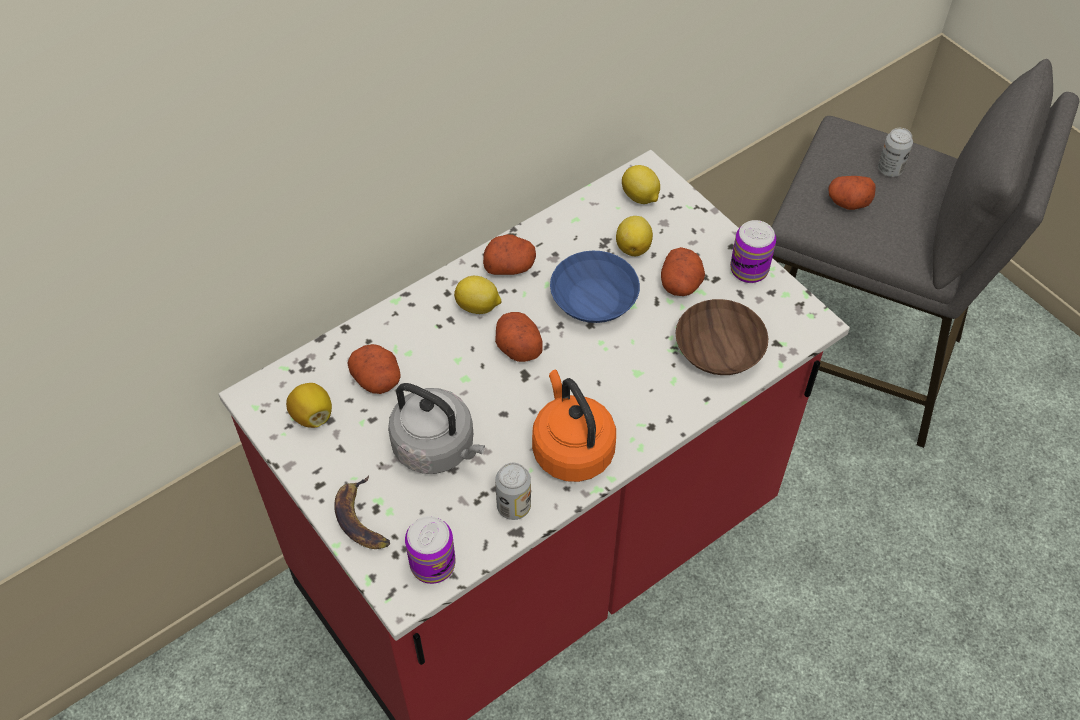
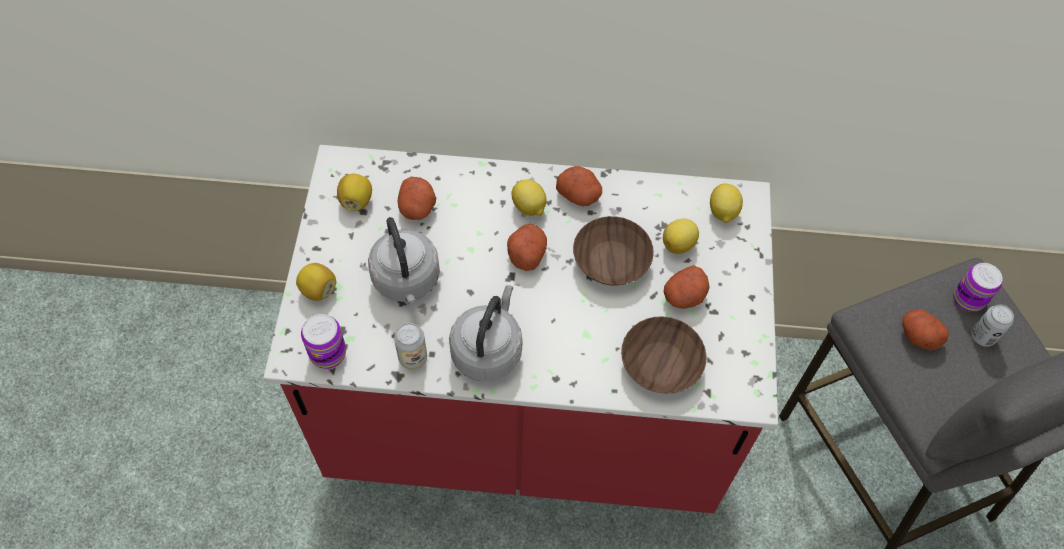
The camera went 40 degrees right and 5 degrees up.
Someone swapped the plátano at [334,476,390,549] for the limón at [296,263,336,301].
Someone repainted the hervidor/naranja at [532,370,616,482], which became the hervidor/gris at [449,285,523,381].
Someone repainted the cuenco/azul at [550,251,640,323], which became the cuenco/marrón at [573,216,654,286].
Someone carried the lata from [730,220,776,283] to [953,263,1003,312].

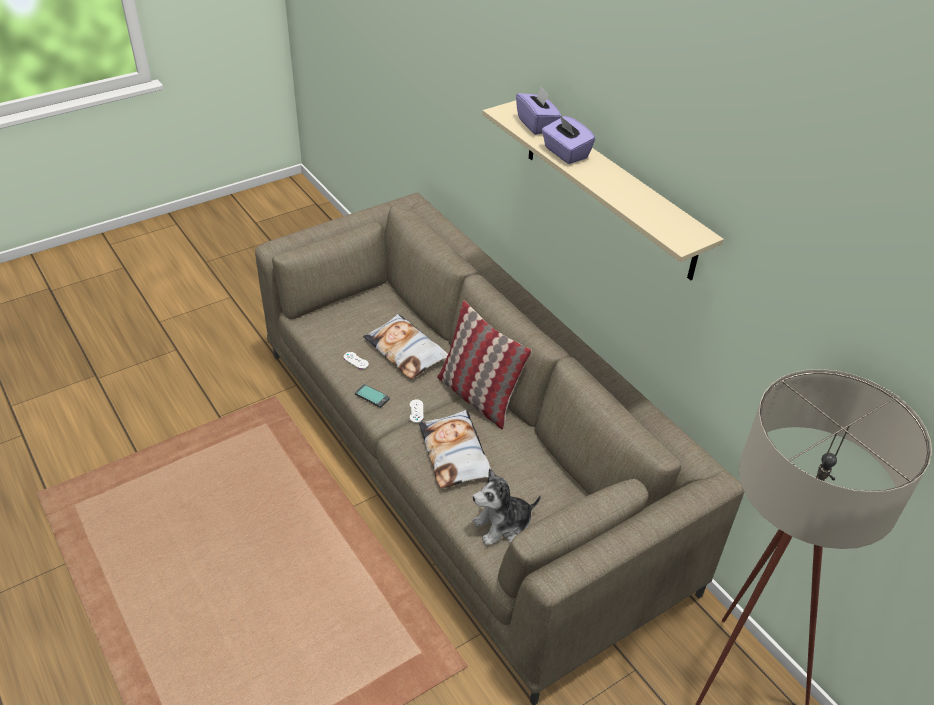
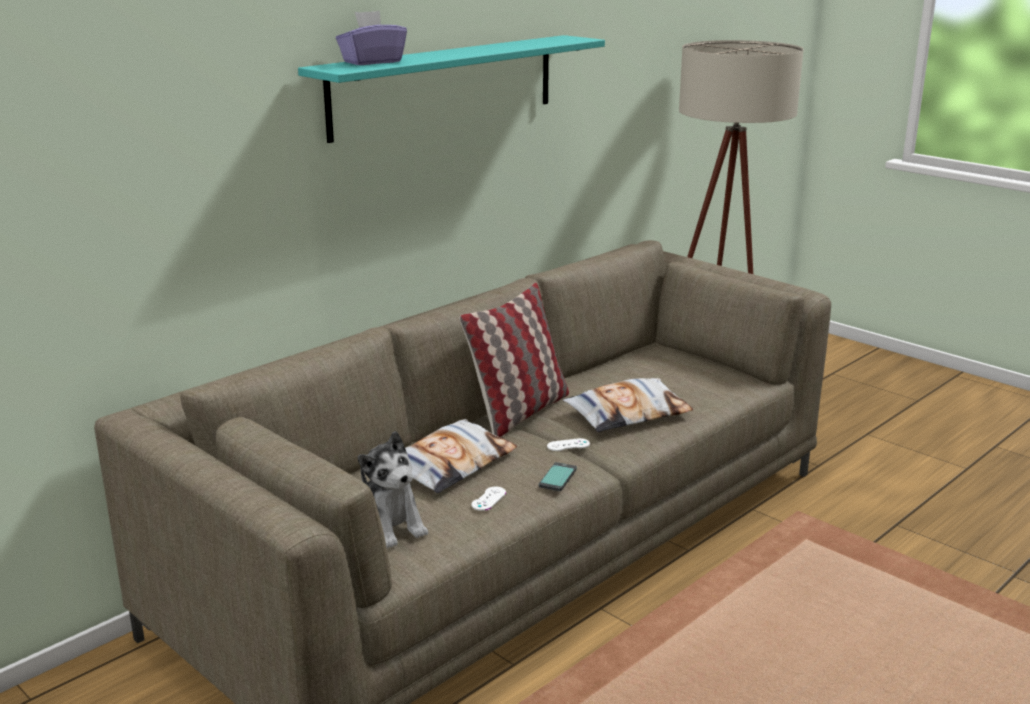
The camera went 100 degrees left and 20 degrees down.
Someone repainted the estante/beis at [483,100,724,280], which became the estante/turquesa at [298,35,605,143].
Someone carried the peluche from [473,468,541,546] to [358,431,428,549].
Someone took away the caja de pañuelos/morado at [542,116,595,164].

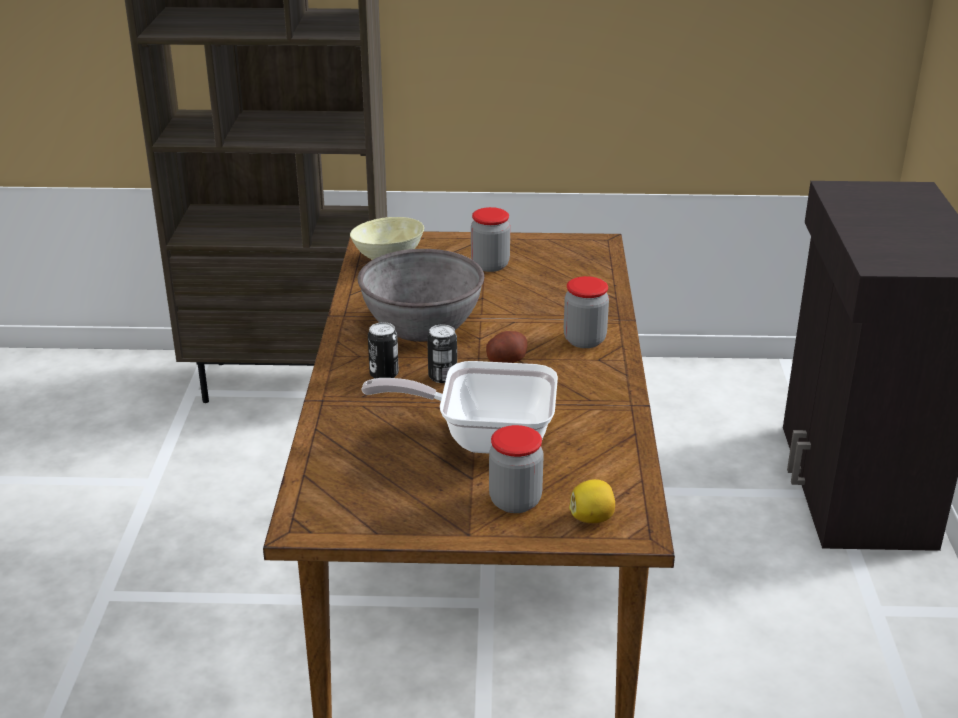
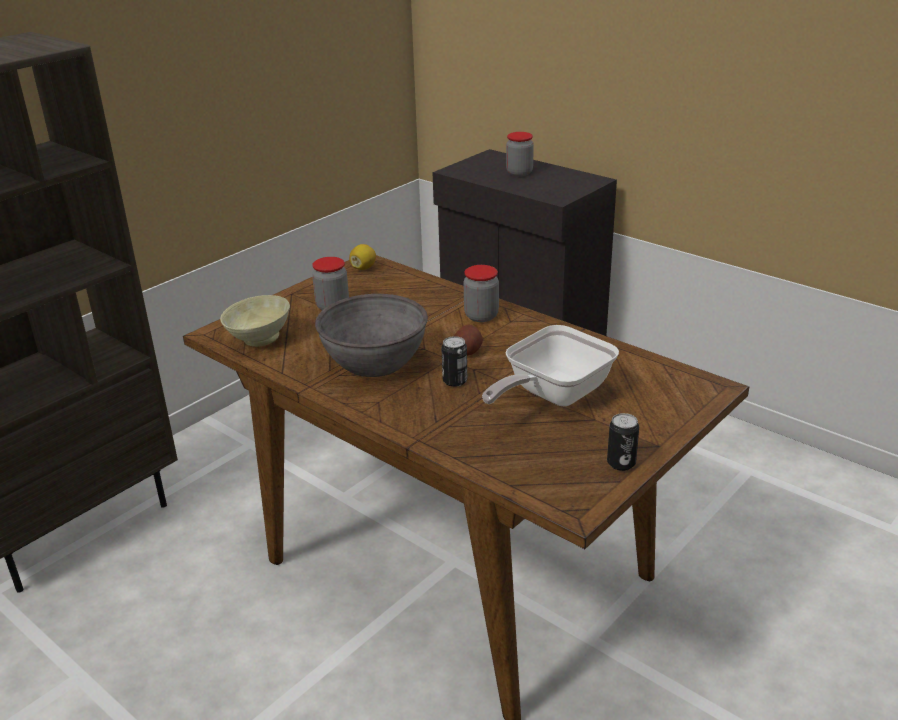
The camera went 50 degrees left and 0 degrees up.
Someone carried the limón from [569,479,615,523] to [349,244,376,270].
Someone carried the tarro from [489,425,544,513] to [506,132,534,176].
Someone carried the lata from [368,322,399,379] to [607,413,639,471].

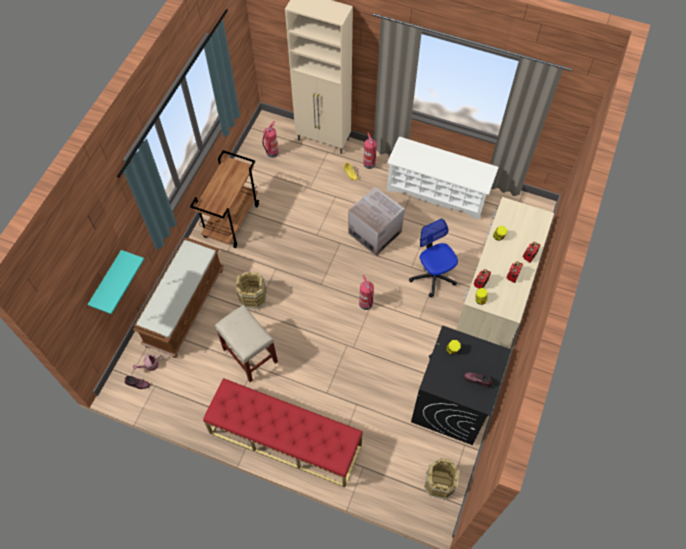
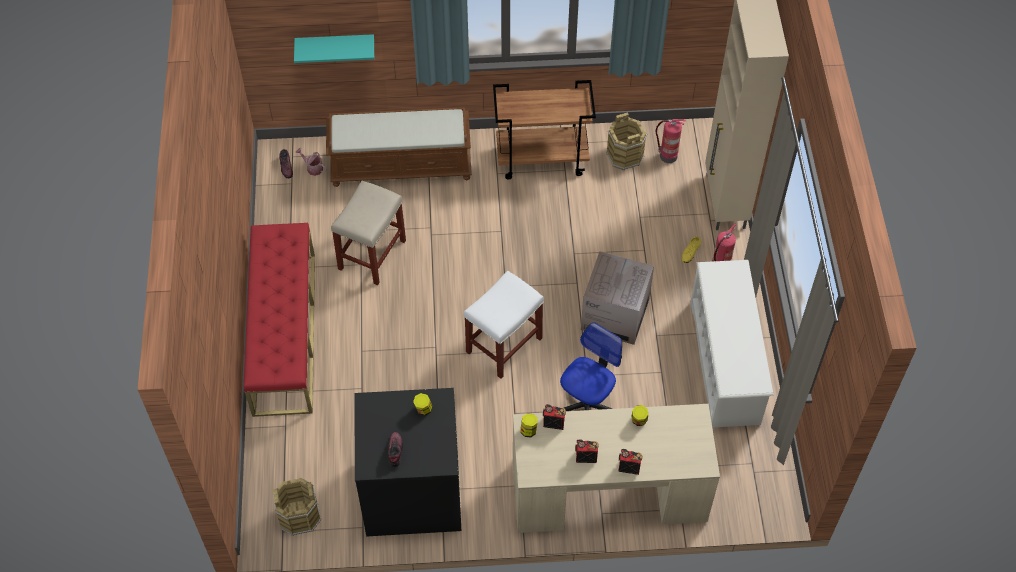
The camera went 65 degrees right and 5 degrees down.
Someone swapped the extintor at [359,275,374,310] for the taburete/blanco at [464,271,544,379].
Someone carried the cubo/marrón from [236,272,267,309] to [606,112,647,171].

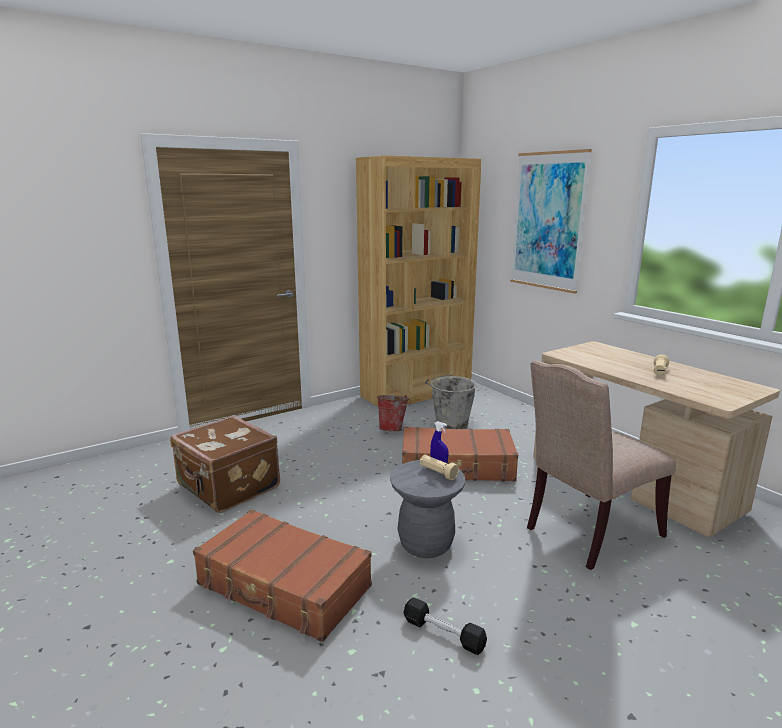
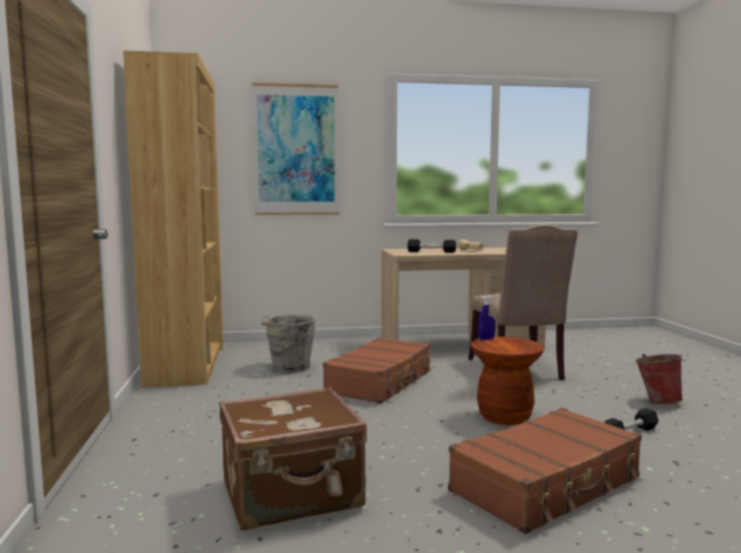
The camera went 65 degrees left and 10 degrees down.
Someone put down the mancuerna/negro at [407,239,456,253].
Someone repainted the taburete/gris at [390,460,465,558], which became the taburete/marrón at [471,337,545,425].
Someone carried the cubo from [377,395,410,432] to [635,354,686,404].
Someone took away the linterna/beis at [420,455,459,480].

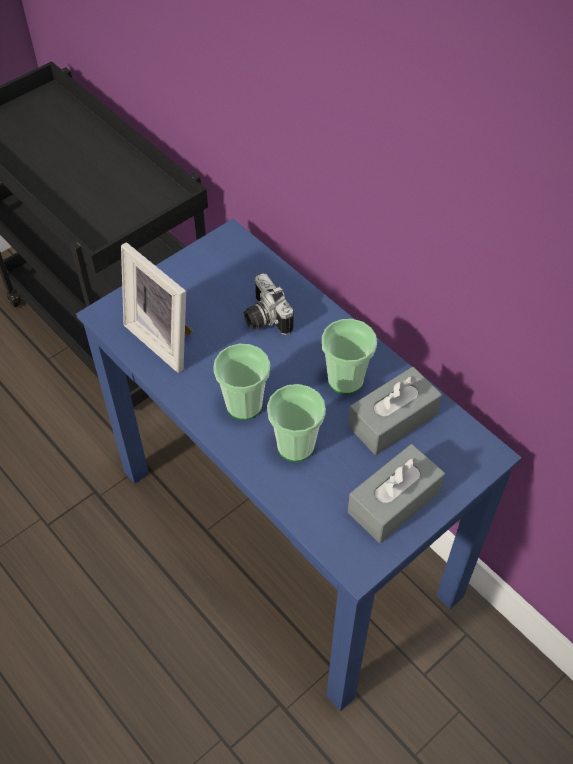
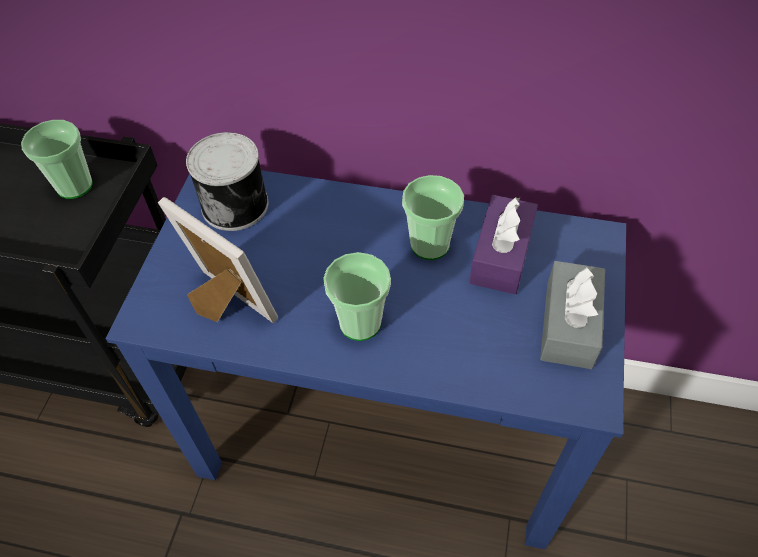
The camera went 35 degrees left and 0 degrees up.
Someone carried the taza from [267,384,326,462] to [21,120,93,199].
Someone rotated the portarretratos at [121,242,192,373] by 150 degrees counterclockwise.
Someone put down the lata at [186,132,268,231].
Someone repainted the caja de pañuelos/gris at [348,367,442,455], which became the caja de pañuelos/morado at [469,195,538,295].
Someone took away the cámara at [243,273,294,335].

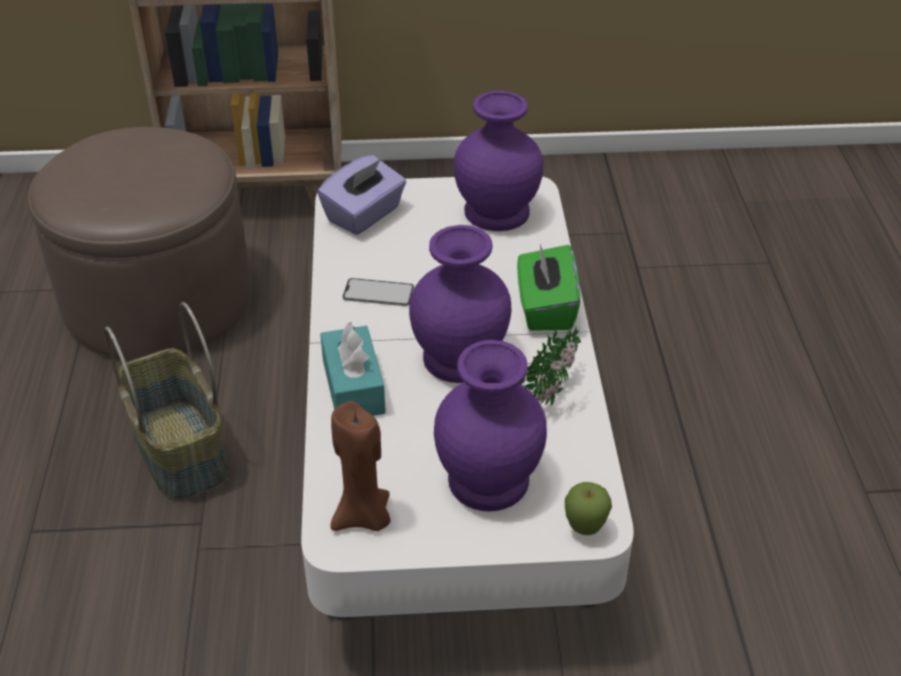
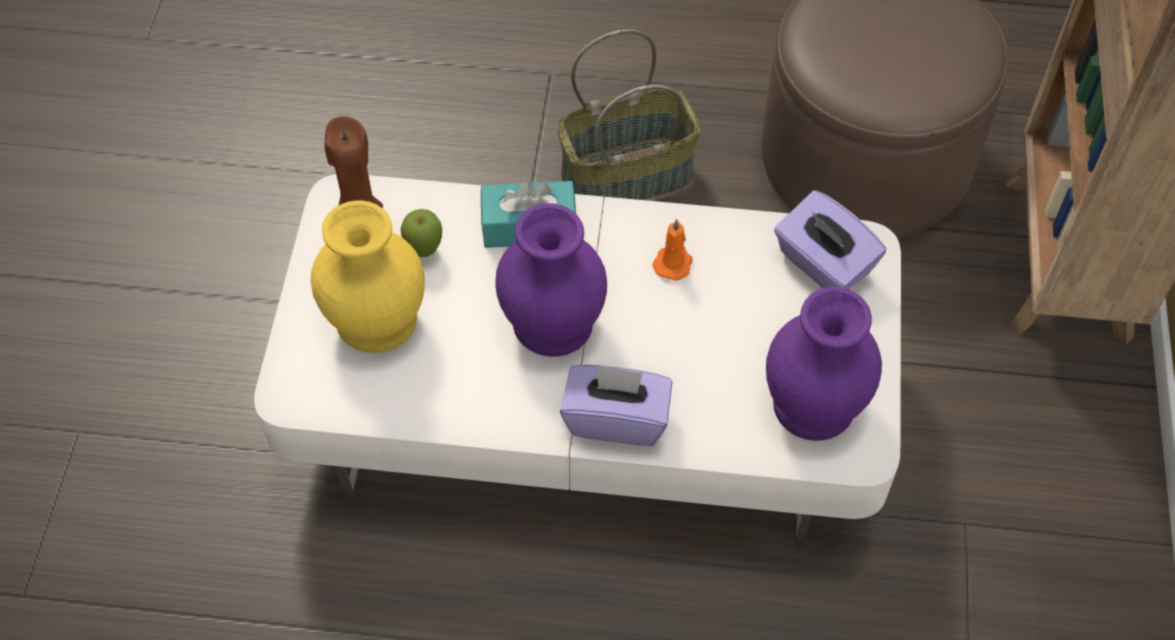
The camera went 100 degrees right and 15 degrees up.
Someone repainted the florero/morado at [434,340,547,511], which became the florero/amarillo at [311,201,425,353].
Someone carried the manzana from [565,482,612,535] to [400,209,442,257].
Someone repainted the caja de pañuelos/verde at [517,244,580,331], which became the caja de pañuelos/morado at [560,364,672,446].
Someone swapped the móvil at [343,278,414,306] for the vela/naranja at [652,219,693,281].
Someone took away the planta en maceta at [520,325,581,405].

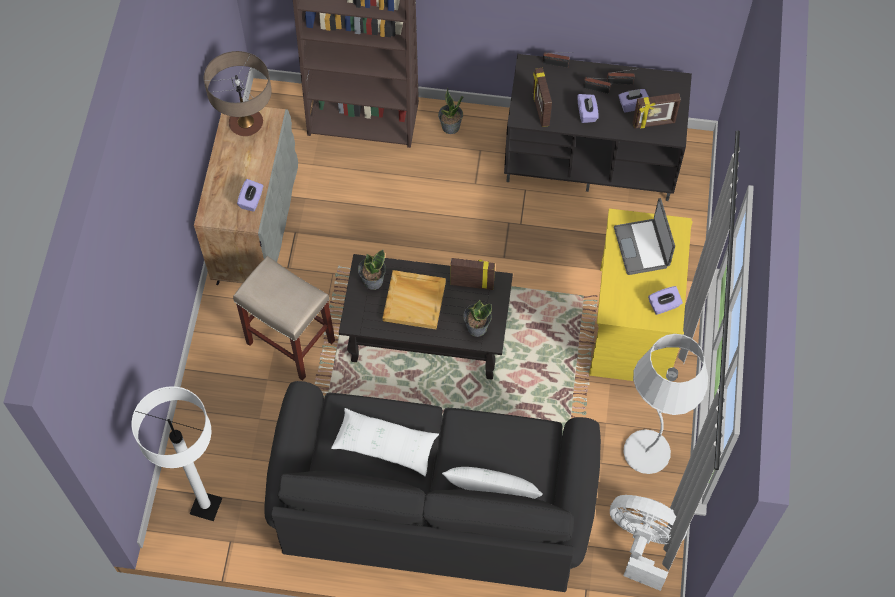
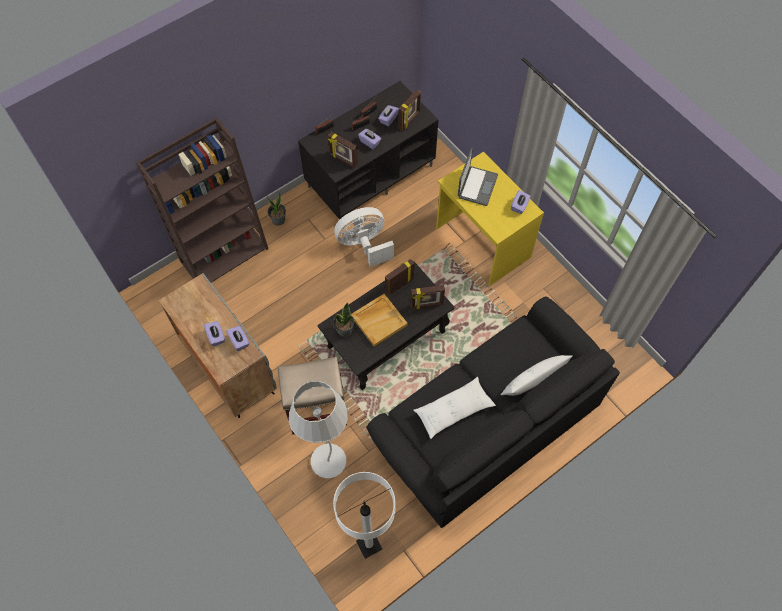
The camera went 45 degrees left and 0 degrees up.
Someone put down the caja de pañuelos/morado at [204,321,225,346].
Someone carried the lámpara de pie/blanco from [623,334,708,474] to [289,381,347,478].
Someone carried the ventilador/blanco from [610,495,687,591] to [334,207,394,267].
Someone swapped the planta en maceta at [463,300,492,337] for the portarretratos at [411,285,445,309].
Someone rotated the portátil at [614,198,675,275] by 105 degrees counterclockwise.
Someone took away the lámpara de mesa at [204,51,272,136].

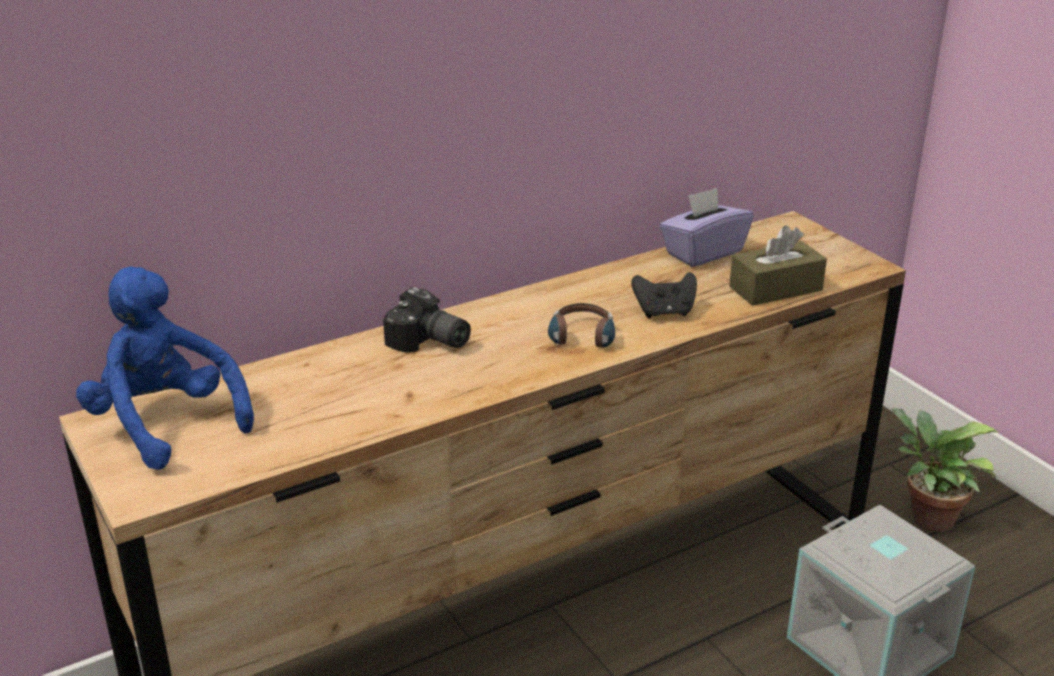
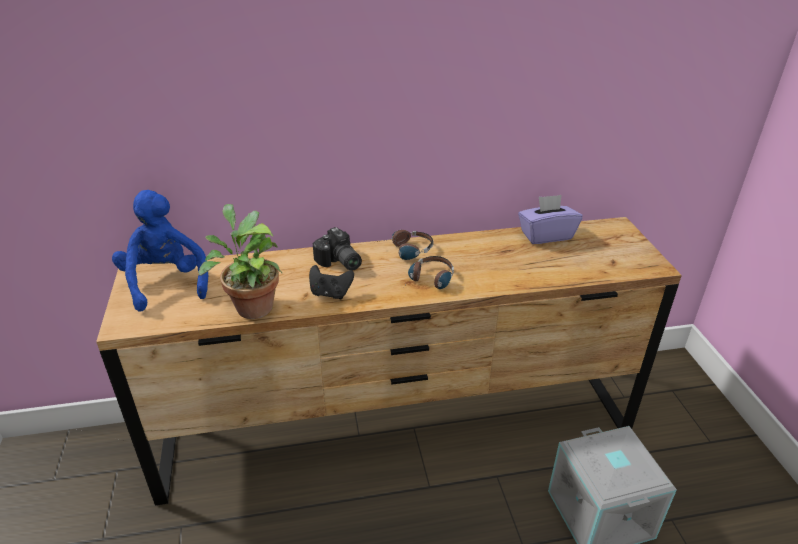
The camera went 20 degrees right and 5 degrees up.
Someone carried the planta en maceta from [892,408,999,532] to [198,204,282,319].
Someone carried the mando de consola/negro from [631,272,697,318] to [309,265,354,299].
Someone put down the auriculares at [377,230,434,260].
Someone took away the caja de pañuelos/marrón at [729,225,827,306].

